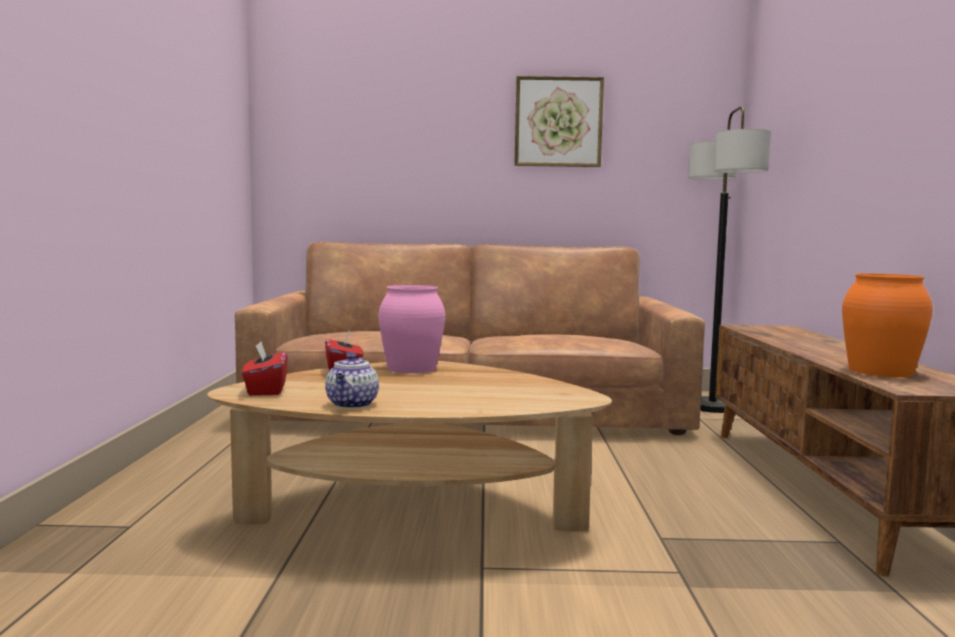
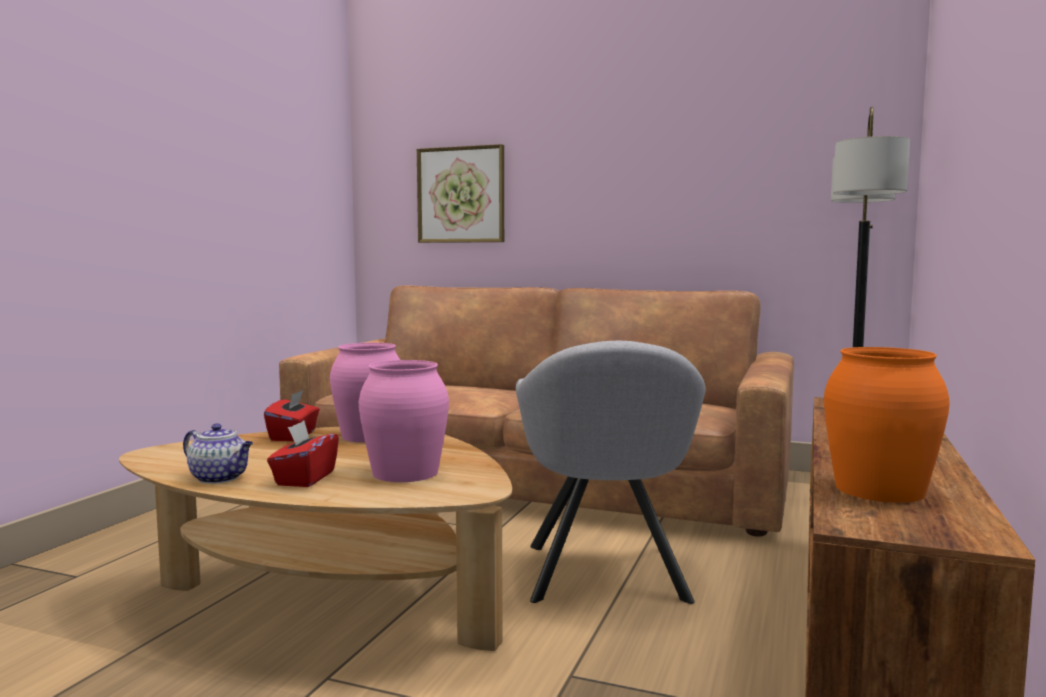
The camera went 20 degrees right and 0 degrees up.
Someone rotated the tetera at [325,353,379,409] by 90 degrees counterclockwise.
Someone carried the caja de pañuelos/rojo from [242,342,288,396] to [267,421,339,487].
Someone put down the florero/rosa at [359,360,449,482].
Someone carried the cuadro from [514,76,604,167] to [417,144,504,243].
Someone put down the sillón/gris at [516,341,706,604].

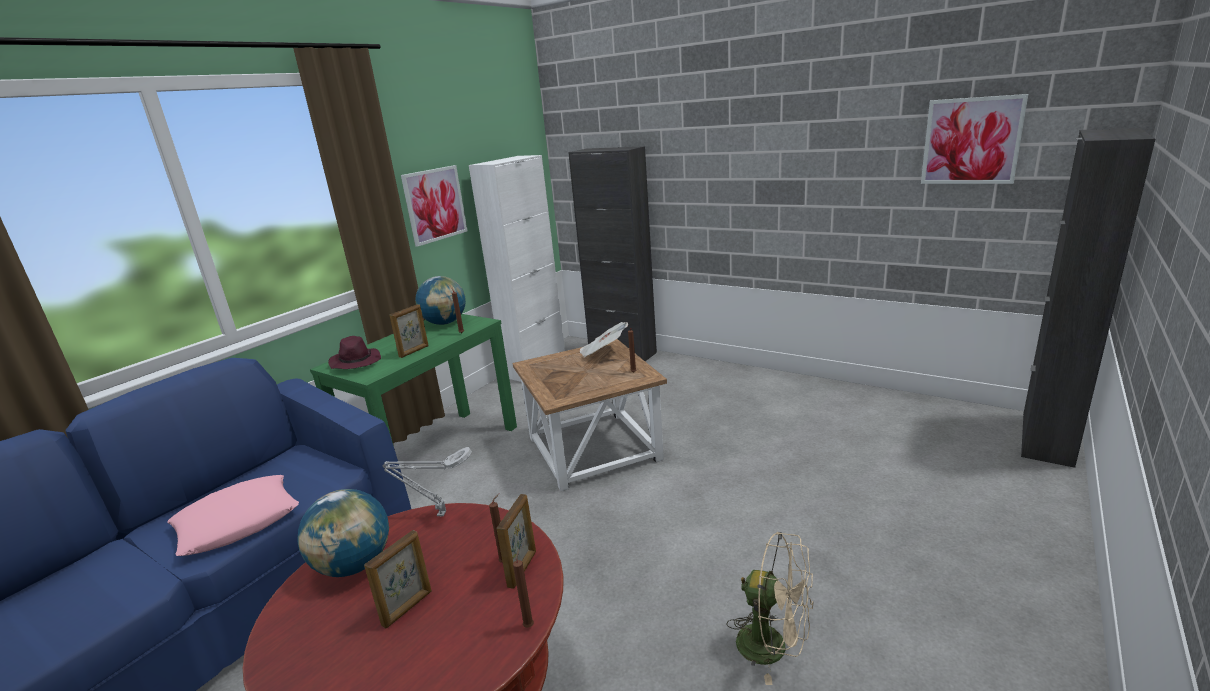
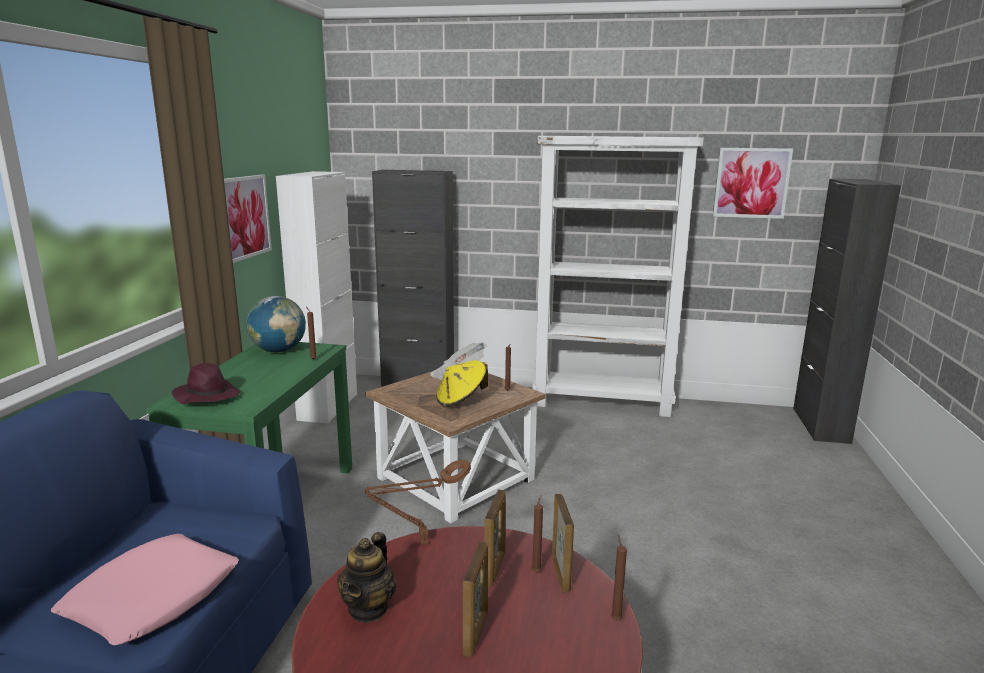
The camera went 25 degrees left and 5 degrees down.
Someone swapped the globo terráqueo at [297,489,389,577] for the tetera at [337,532,396,622].
Someone repainted the lámpara de mesa/gris at [383,447,472,517], which became the lámpara de mesa/marrón at [365,459,471,545].
Someone put down the sombrero/amarillo at [436,360,488,407].
Someone carried the portarretratos from [390,304,429,358] to [484,490,506,587].
Someone put down the estantería/blanco at [532,136,704,417].
Someone took away the ventilador/beis at [726,532,813,685].

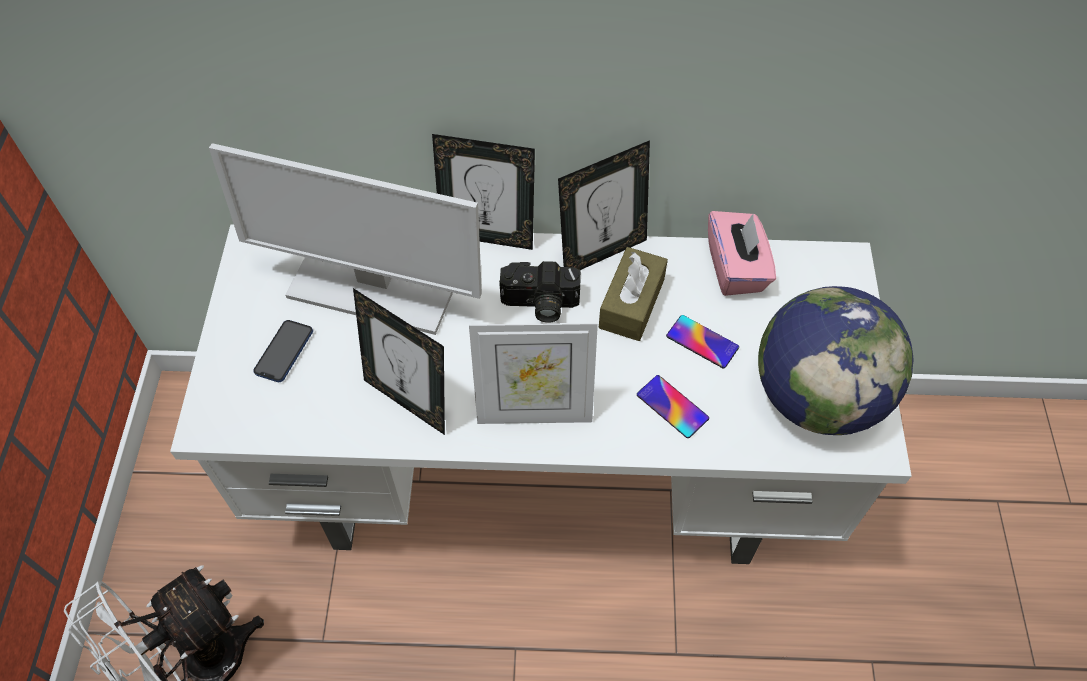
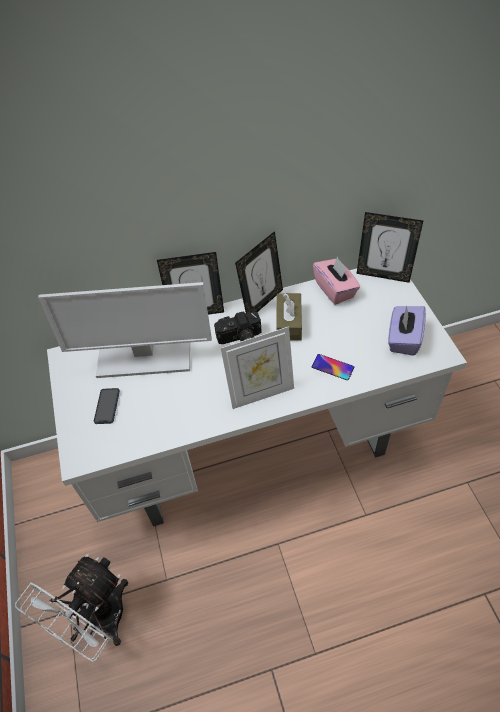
The camera went 15 degrees left and 5 degrees down.
Someone carried the portarretratos from [353,288,445,435] to [356,212,423,283].
Someone swapped the globo terráqueo at [758,286,914,435] for the caja de pañuelos/morado at [388,305,426,356].
Someone took away the móvil at [666,315,739,368].

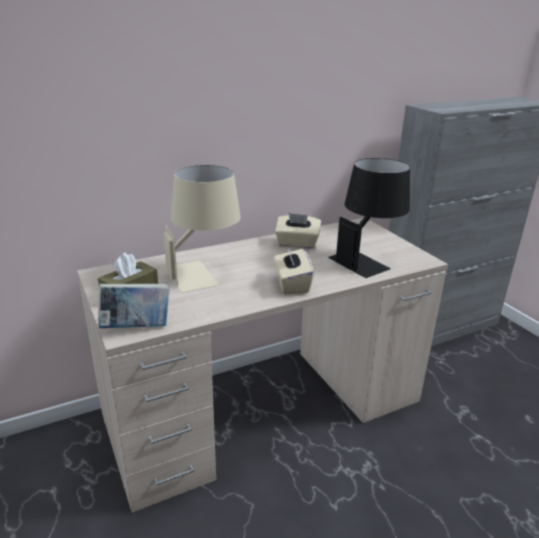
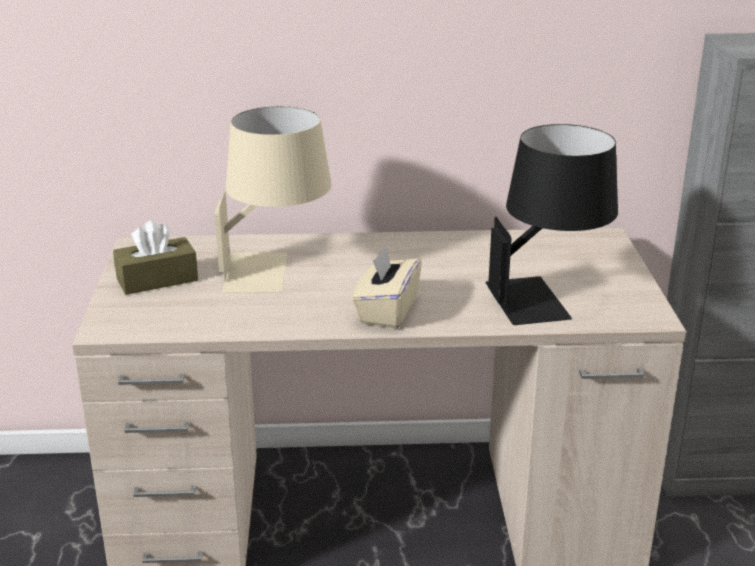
The camera went 25 degrees right and 0 degrees up.
Someone took away the libro at [98,284,170,328].
Someone took away the caja de pañuelos/beis at [275,213,321,249].

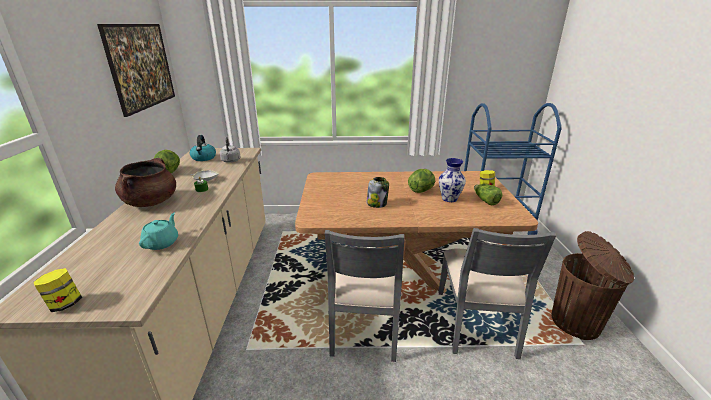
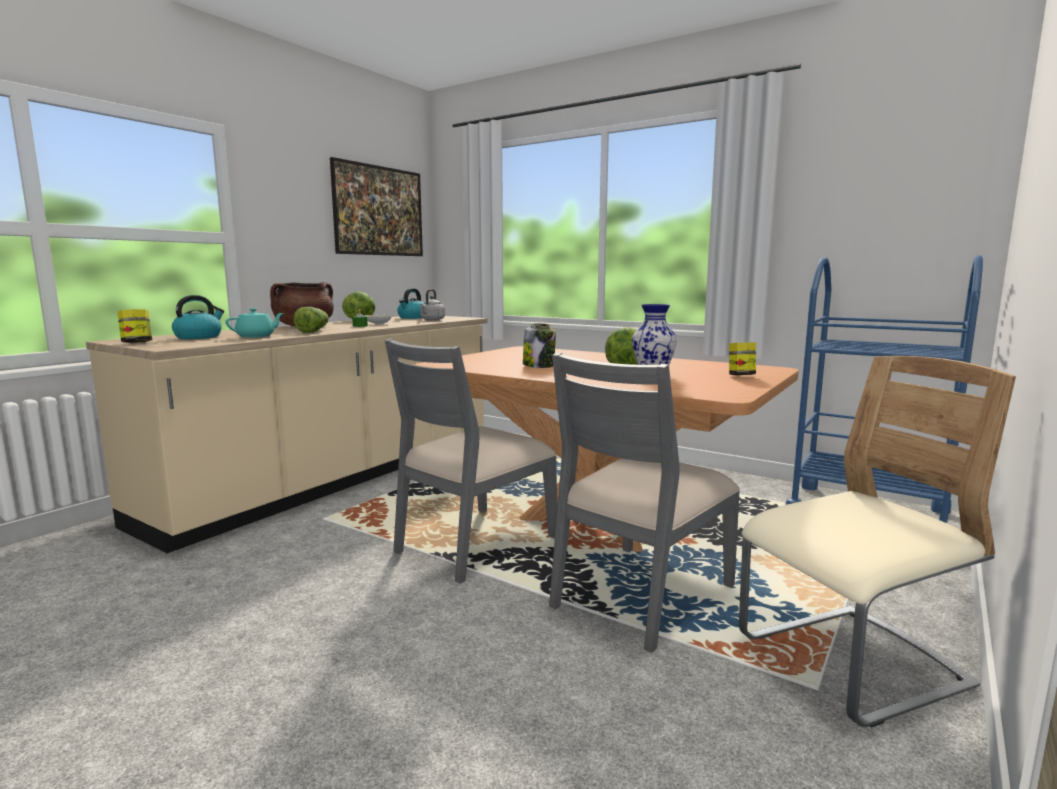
The camera went 35 degrees right and 15 degrees down.
Someone put down the hervidor at [172,295,224,339].
Someone carried the lechuga from [474,184,502,205] to [293,307,329,333].
Someone swapped the papelera/marrón at [551,231,634,340] for the silla/beis at [739,356,1016,728].

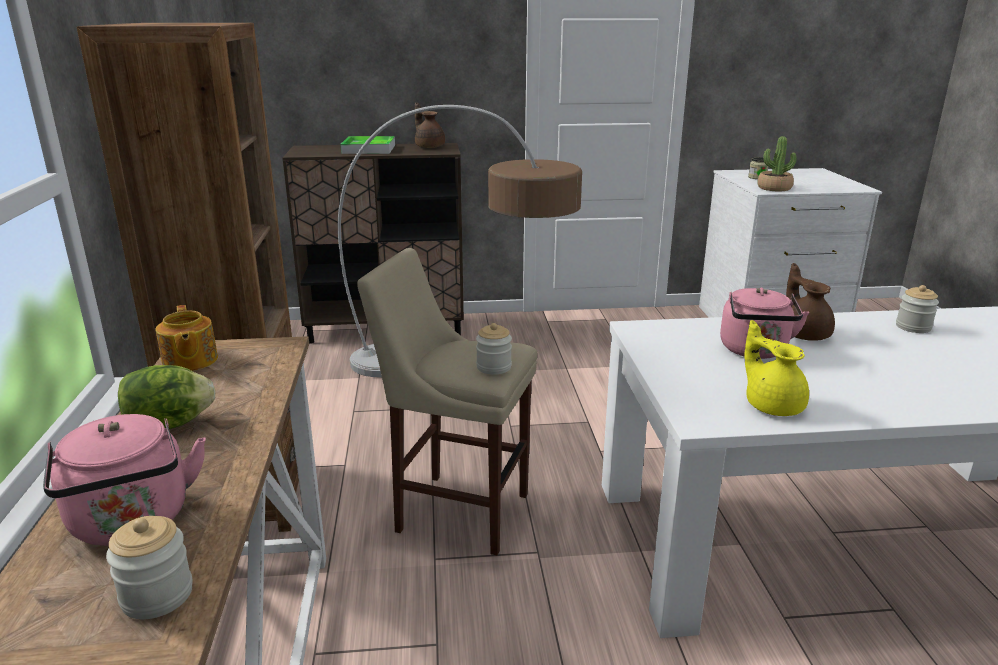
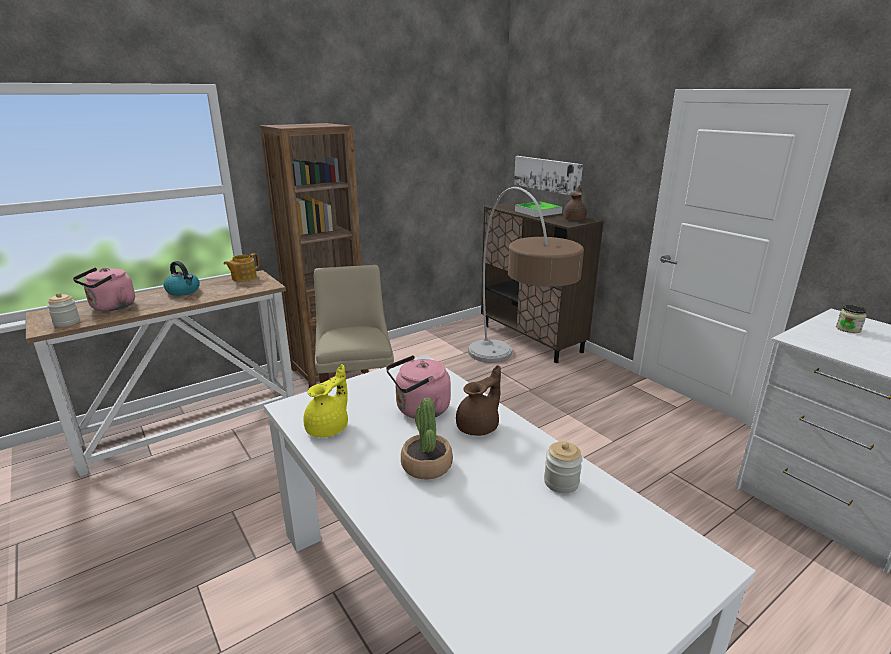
The camera went 60 degrees right and 0 degrees up.
Someone swapped the lechuga at [118,365,216,429] for the hervidor at [164,261,200,296].
Someone carried the planta en maceta from [758,136,796,192] to [401,398,453,479].
Someone put up the cuadro at [514,156,583,195].
Someone took away the tarro at [476,323,512,375].

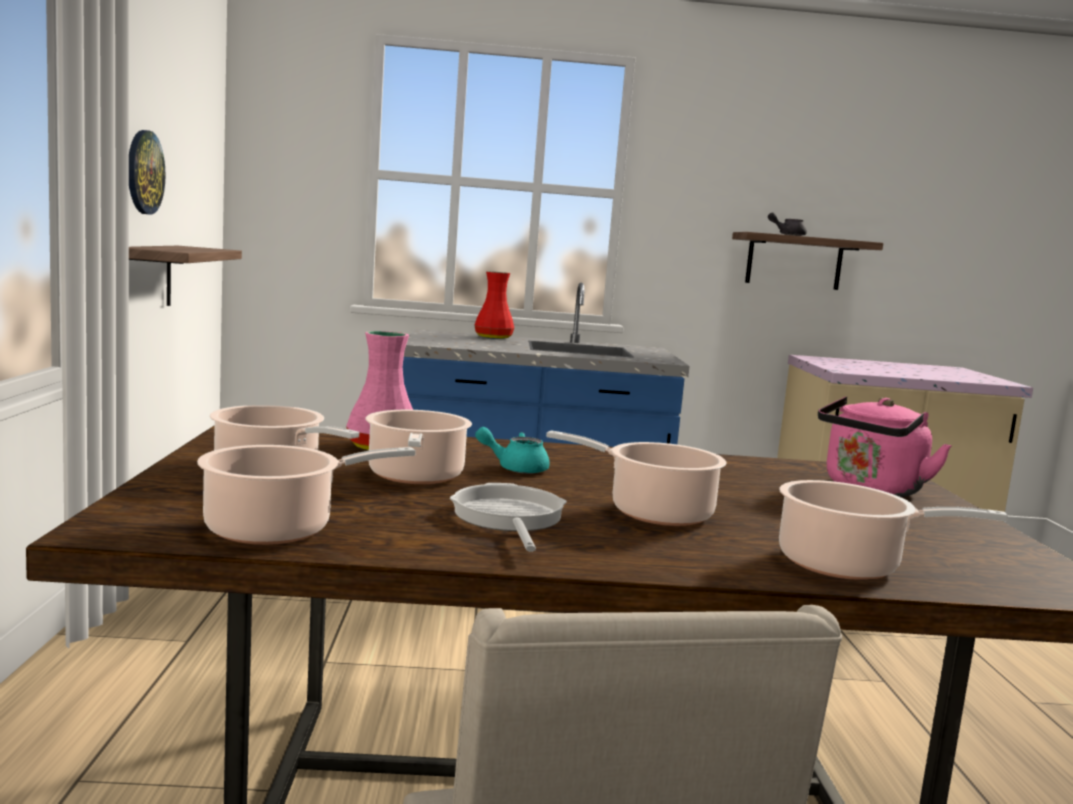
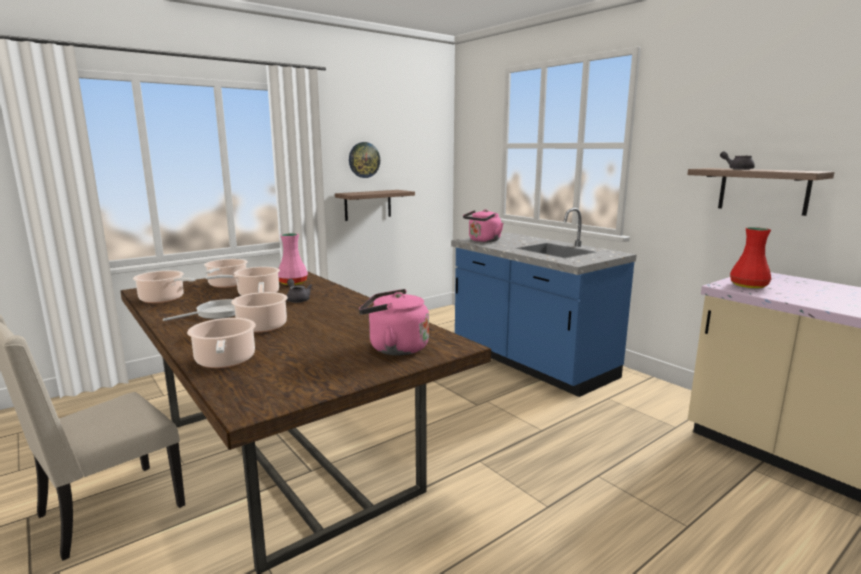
The camera went 55 degrees right and 5 degrees up.
Someone repainted the tetera/turquesa at [475,427,550,474], which became the tetera/gris at [287,279,312,303].
Someone put down the hervidor/rosa at [463,209,504,242].
Someone carried the florero/rojo from [474,271,514,339] to [730,227,771,288].

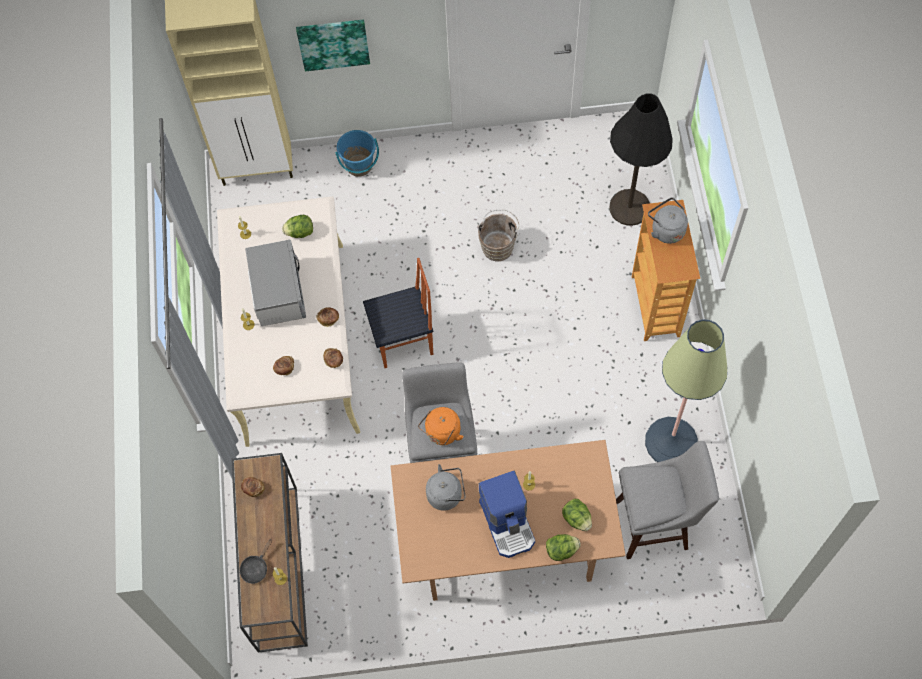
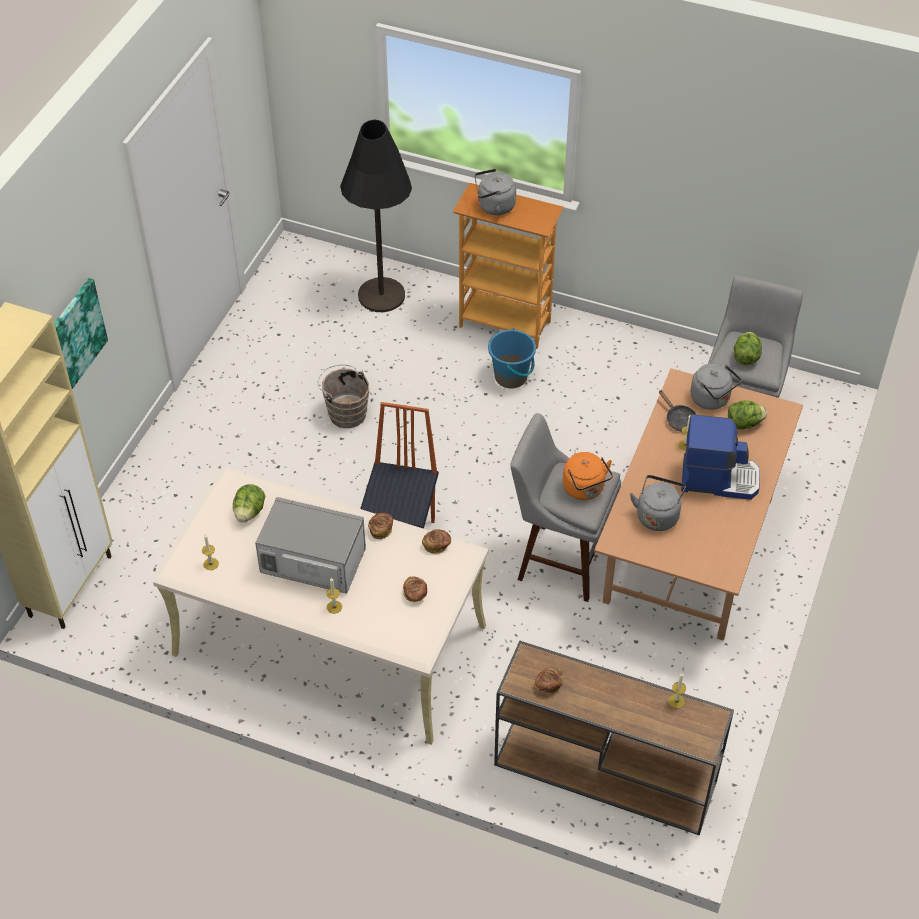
The camera went 65 degrees left and 15 degrees down.
Someone carried the cubo/azul from [335,130,379,177] to [488,328,536,388].
Someone carried the sartén/negro from [240,539,272,584] to [659,390,696,432].
Someone put down the hervidor/gris at [691,364,742,410].
Someone carried the lechuga from [546,534,581,561] to [734,332,762,365].
Someone took away the lámpara de pie at [645,319,727,462].

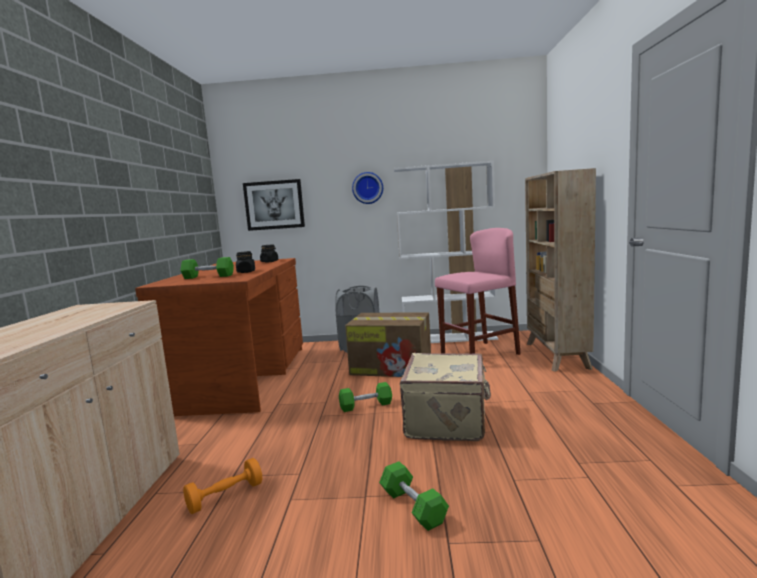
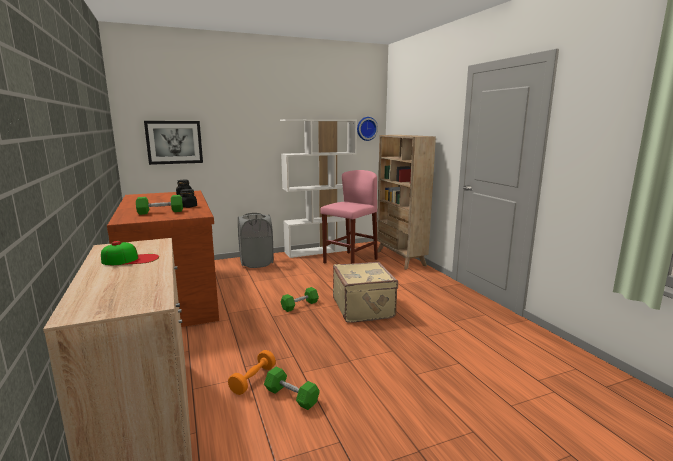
The camera went 25 degrees left and 5 degrees up.
Someone put down the gorra at [101,241,159,265].
Someone carried the mancuerna/verde from [379,461,449,531] to [264,367,320,410].
Someone carried the reloj de pared from [352,172,383,204] to [357,117,378,141].
Someone took away the caja de cartón at [345,312,431,377].

